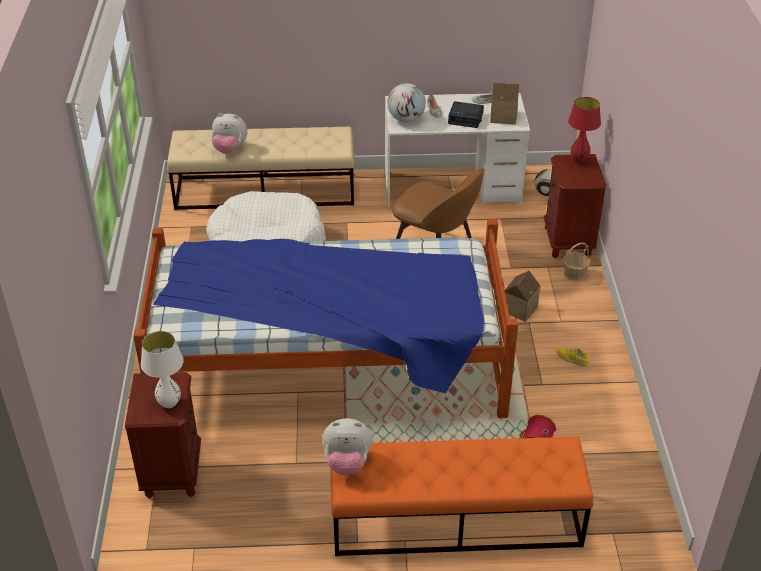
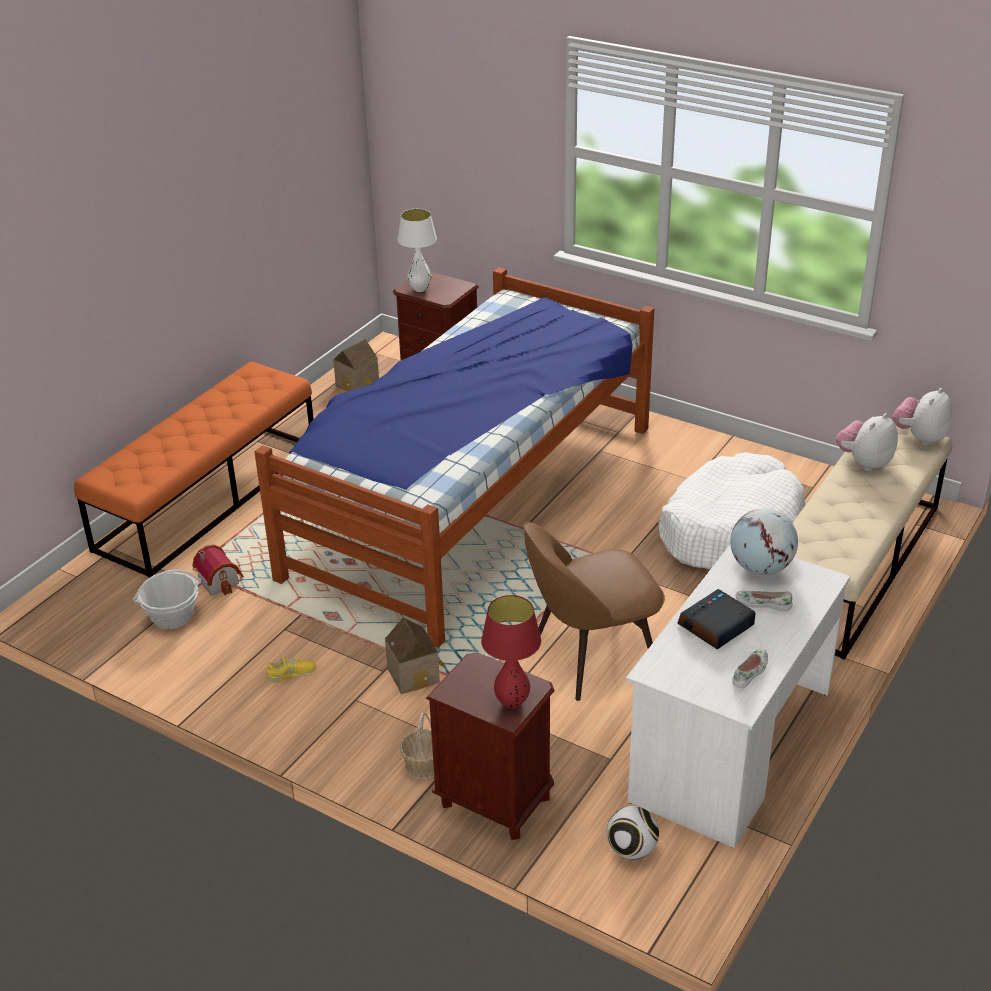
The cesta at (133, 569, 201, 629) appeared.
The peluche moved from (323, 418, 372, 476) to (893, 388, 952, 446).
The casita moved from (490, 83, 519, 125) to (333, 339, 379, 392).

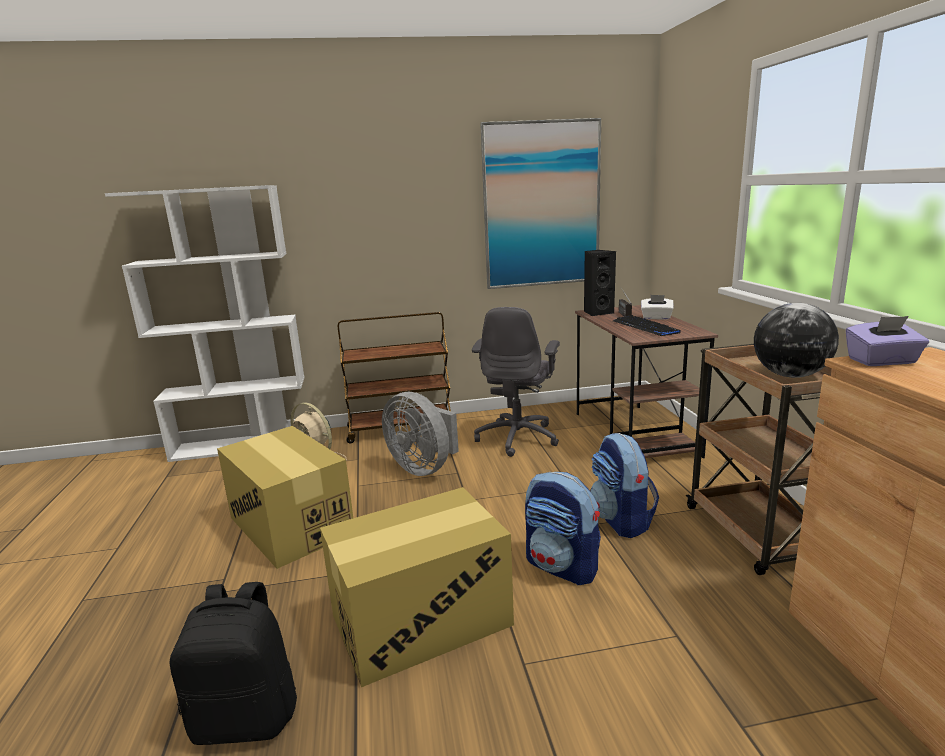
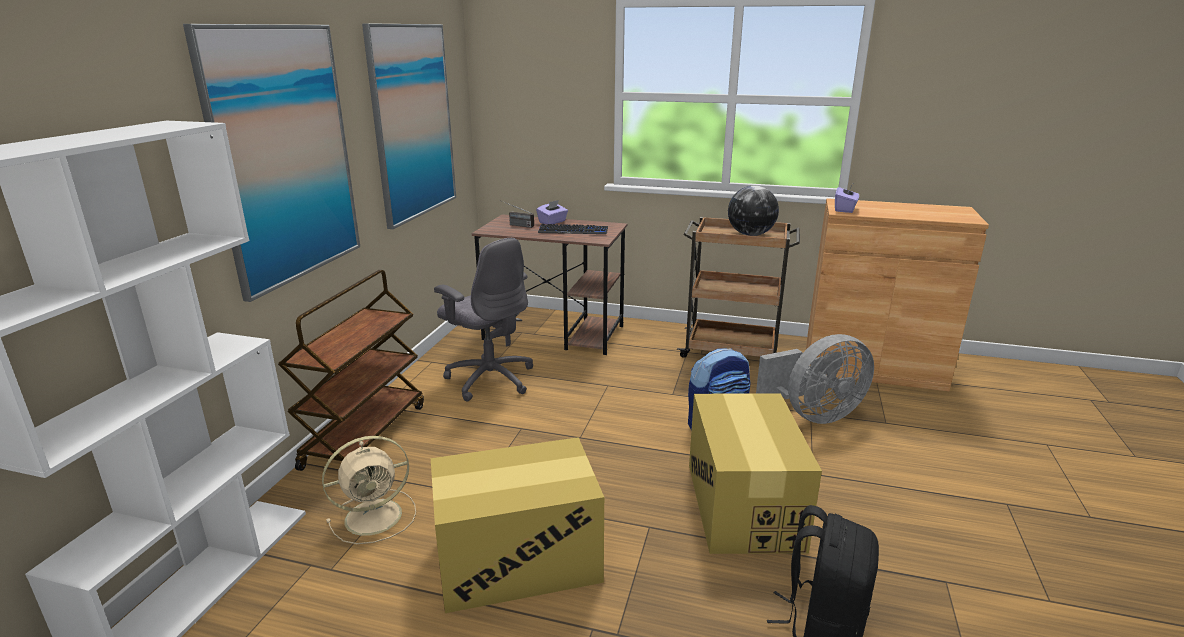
The altavoz [negro] at (584, 250, 616, 317) disappeared.
The mochila at (590, 433, 659, 538) disappeared.
The cuadro at (183, 24, 360, 302) appeared.
The ventilador [gris] moved from (382, 392, 459, 476) to (756, 334, 874, 424).
The caja de pañuelos [blanco] at (641, 295, 674, 320) became the caja de pañuelos [morado] at (536, 200, 568, 225).

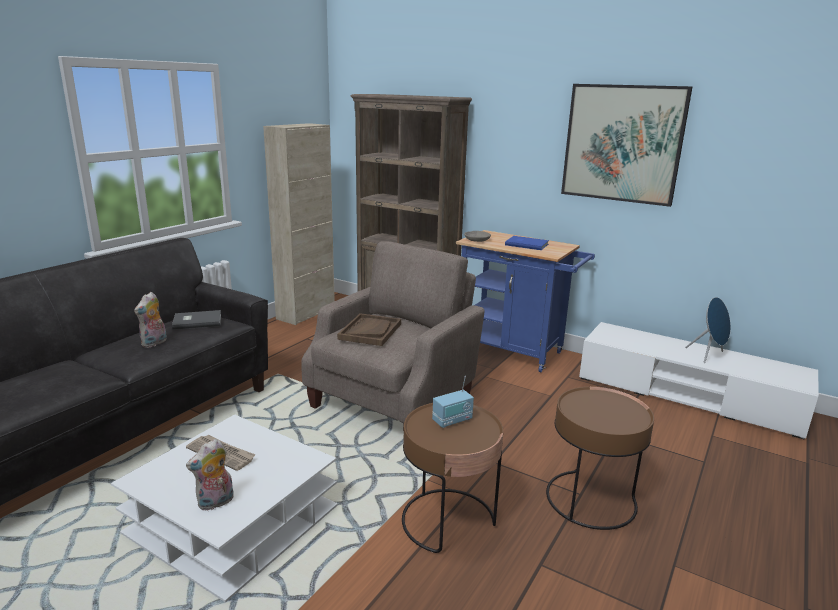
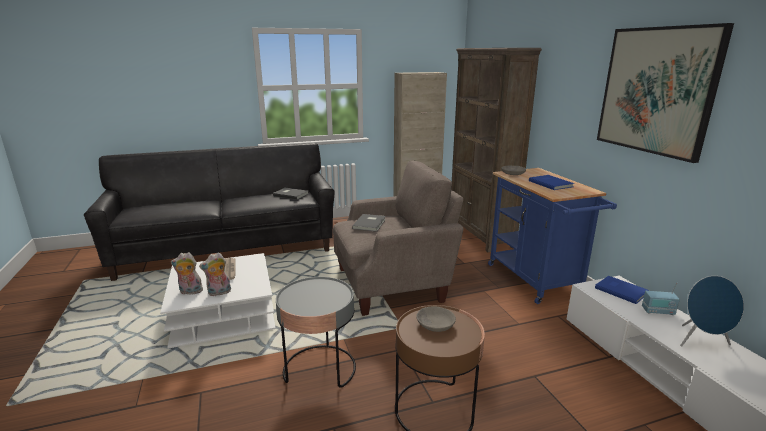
The cuenco [gris] at (416, 306, 456, 332) appeared.
The libro [azul] at (595, 276, 649, 304) appeared.
The peluche moved from (134, 292, 167, 348) to (199, 252, 231, 296).
The radio moved from (432, 376, 474, 428) to (642, 282, 680, 315).
The bandeja [marrón] at (337, 313, 401, 346) was replaced by the libro [gris] at (352, 214, 386, 232).
The mesa auxiliar [marrón] at (402, 403, 503, 553) became the mesa auxiliar [gris] at (276, 277, 356, 388).

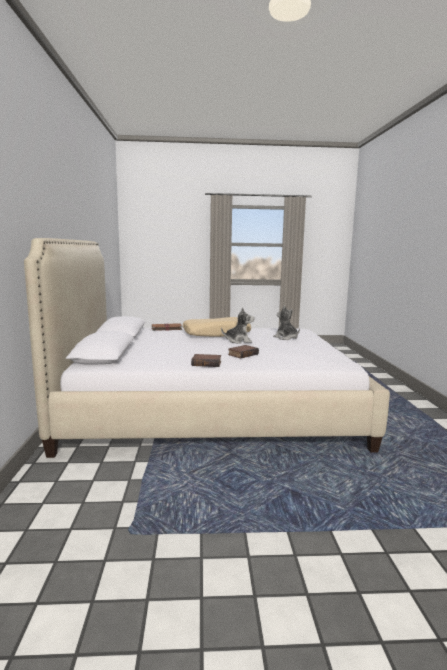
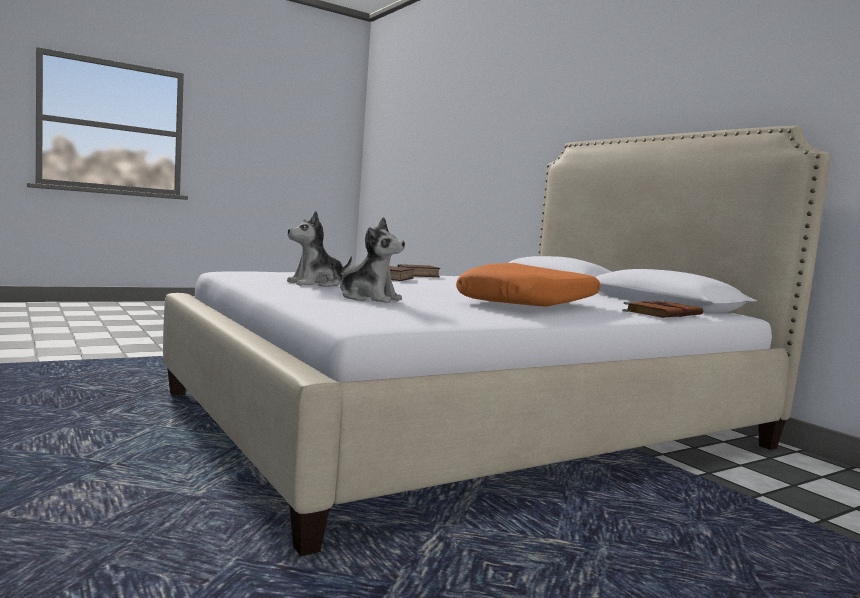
The peluche moved from (221, 307, 255, 344) to (287, 211, 352, 287).
The cojín [beis] at (183, 317, 251, 337) became the cojín [naranja] at (456, 263, 601, 306).

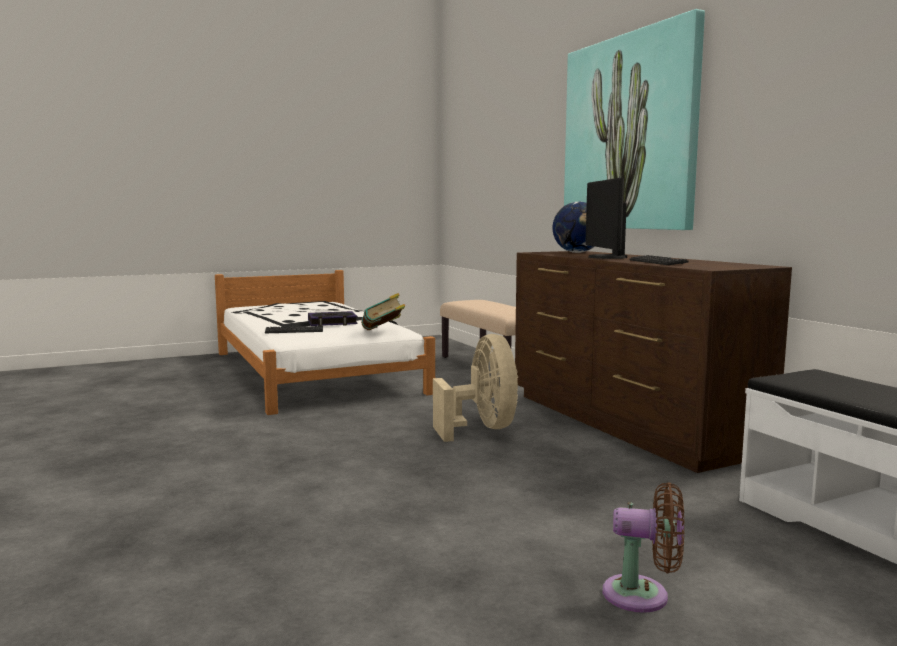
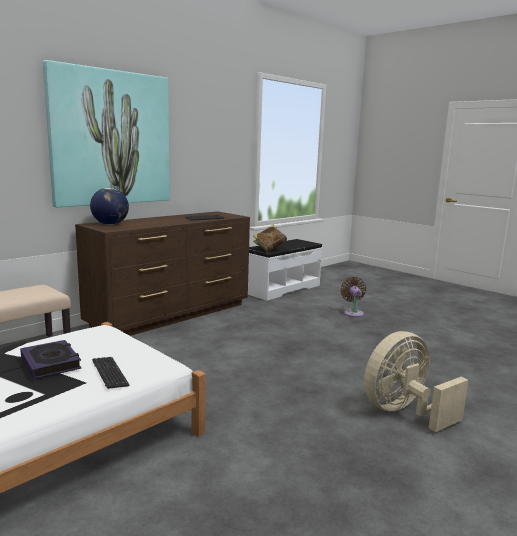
The monitor at (585, 178, 627, 259) disappeared.
The libro moved from (361, 293, 405, 330) to (253, 225, 287, 252).
The ventilador [beis] moved from (433, 334, 518, 442) to (364, 331, 468, 432).

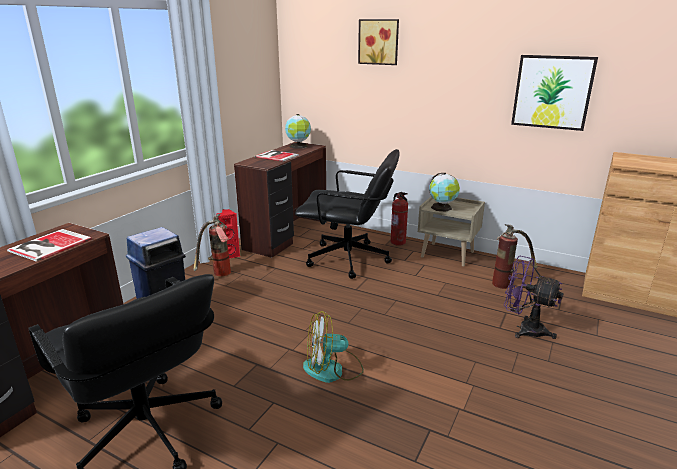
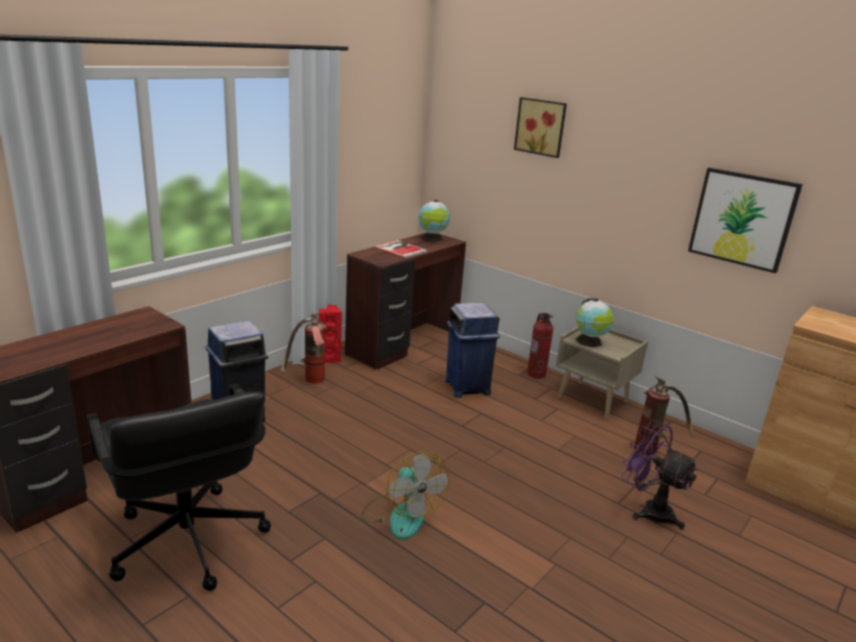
The libro at (7, 229, 92, 262) disappeared.
The silla de oficina [negro] at (295, 149, 400, 279) was replaced by the papelera [azul] at (445, 303, 500, 398).
The ventilador at (303, 311, 364, 383) turned 120 degrees counterclockwise.

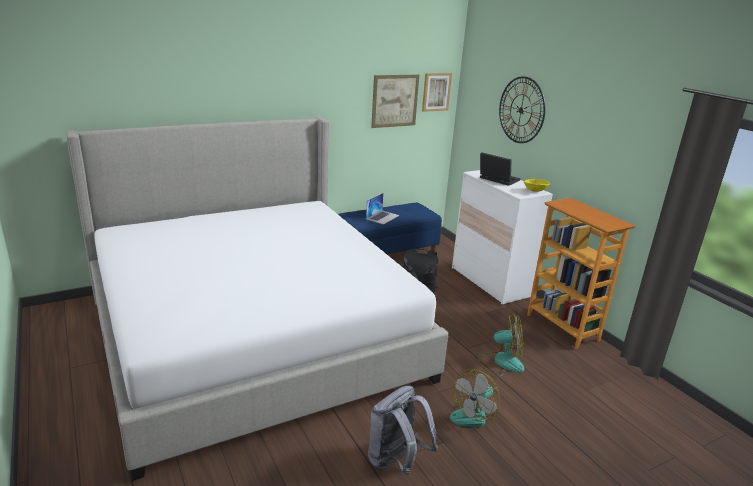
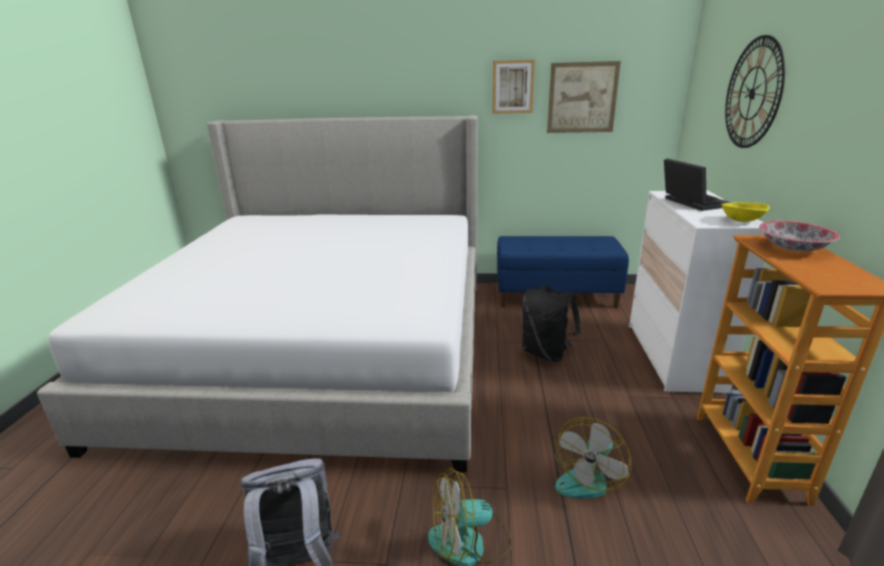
The portátil at (366, 193, 400, 224) disappeared.
The cuenco at (759, 221, 840, 251) appeared.
The cuadro moved from (422, 73, 452, 112) to (492, 60, 535, 114).
The ventilador at (478, 315, 524, 378) turned 90 degrees clockwise.

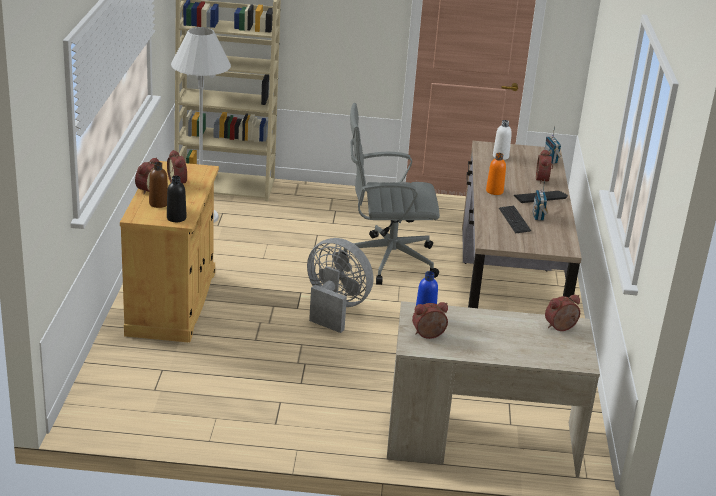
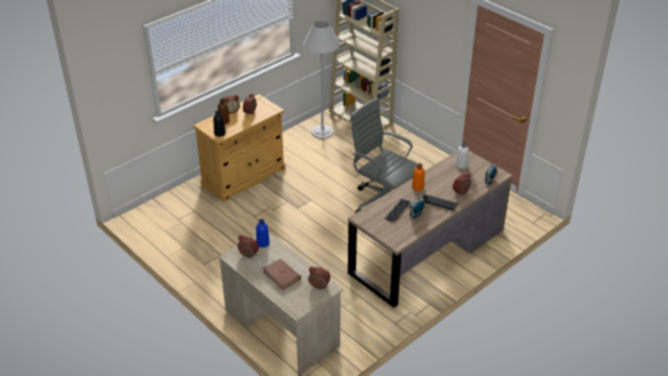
The ventilador [gris] at (307, 238, 373, 333) disappeared.
The libro [marrón] at (263, 258, 301, 290) appeared.

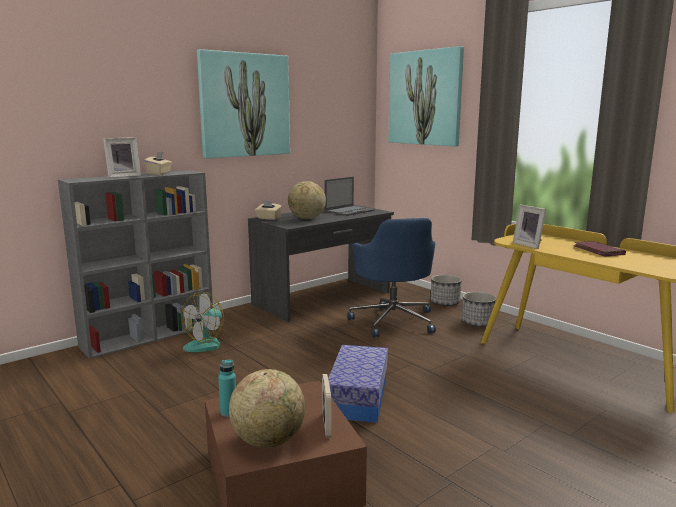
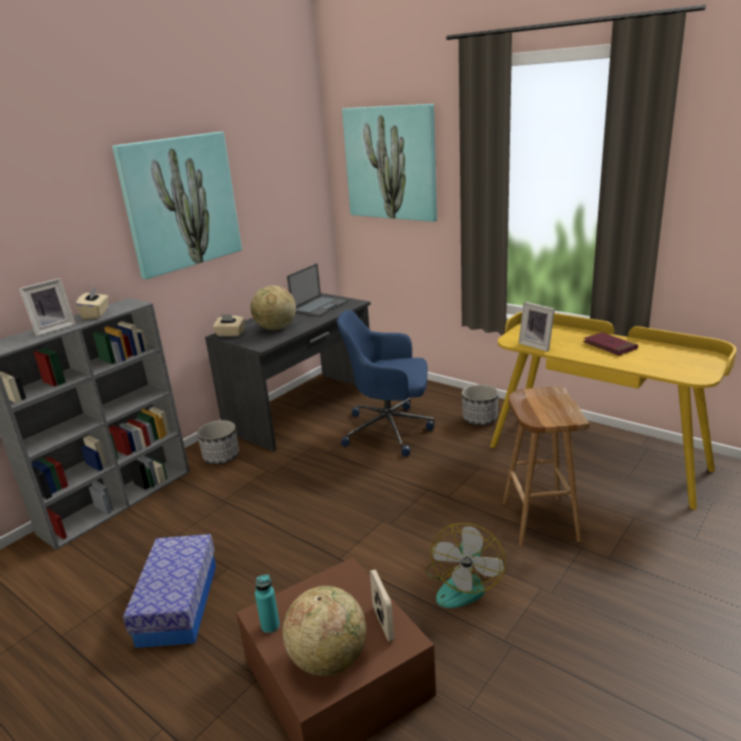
The taburete [marrón] at (503, 386, 590, 547) appeared.
The ventilador moved from (182, 292, 232, 352) to (425, 523, 506, 608).
The caja de almacenaje moved from (328, 345, 388, 423) to (123, 534, 216, 648).
The maceta moved from (431, 275, 462, 306) to (197, 420, 239, 464).
The silla de oficina [azul] at (347, 218, 436, 337) turned 120 degrees clockwise.

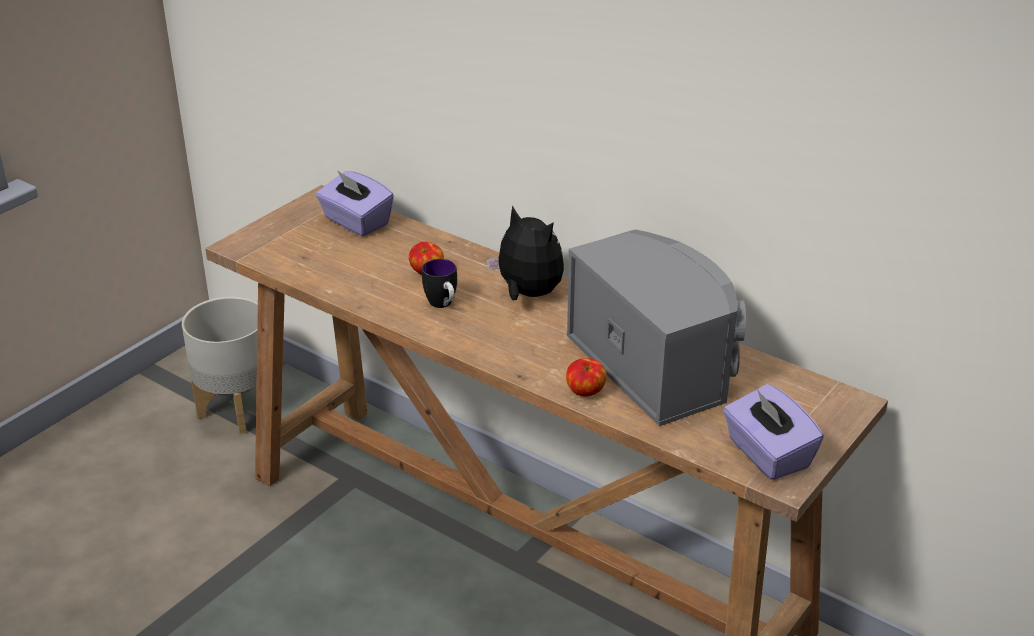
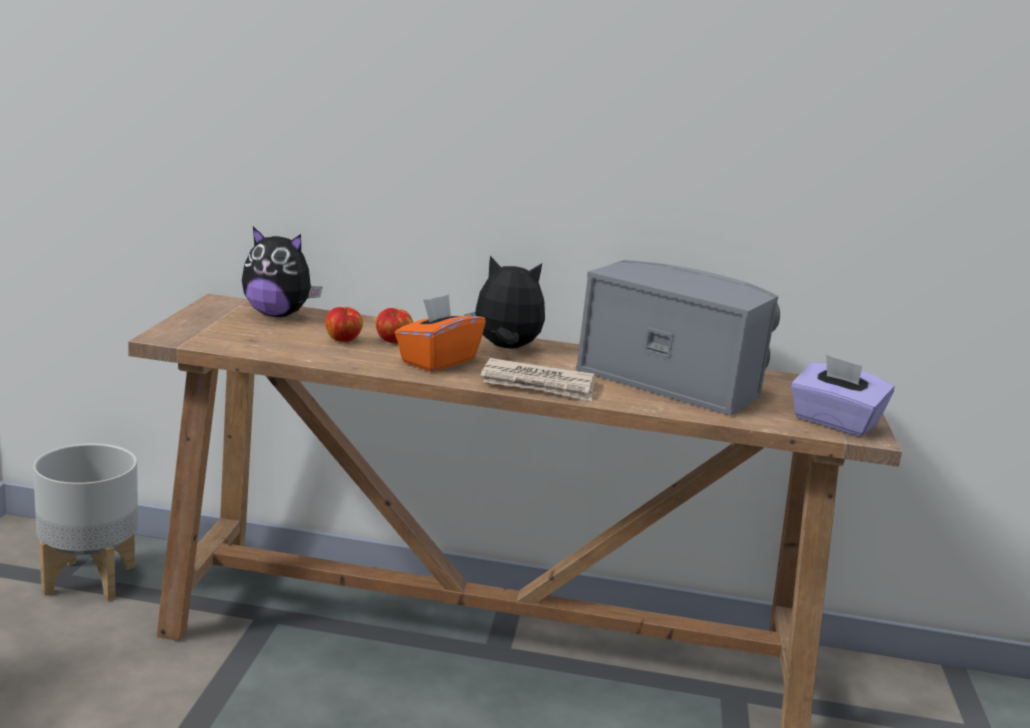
The periódico at (480, 358, 594, 401) appeared.
The manzana moved from (566, 358, 606, 397) to (325, 307, 363, 342).
The caja de pañuelos [morado] at (316, 170, 394, 236) was replaced by the peluche at (242, 227, 322, 317).
The taza grande at (422, 259, 457, 308) was replaced by the caja de pañuelos [naranja] at (395, 294, 486, 372).

